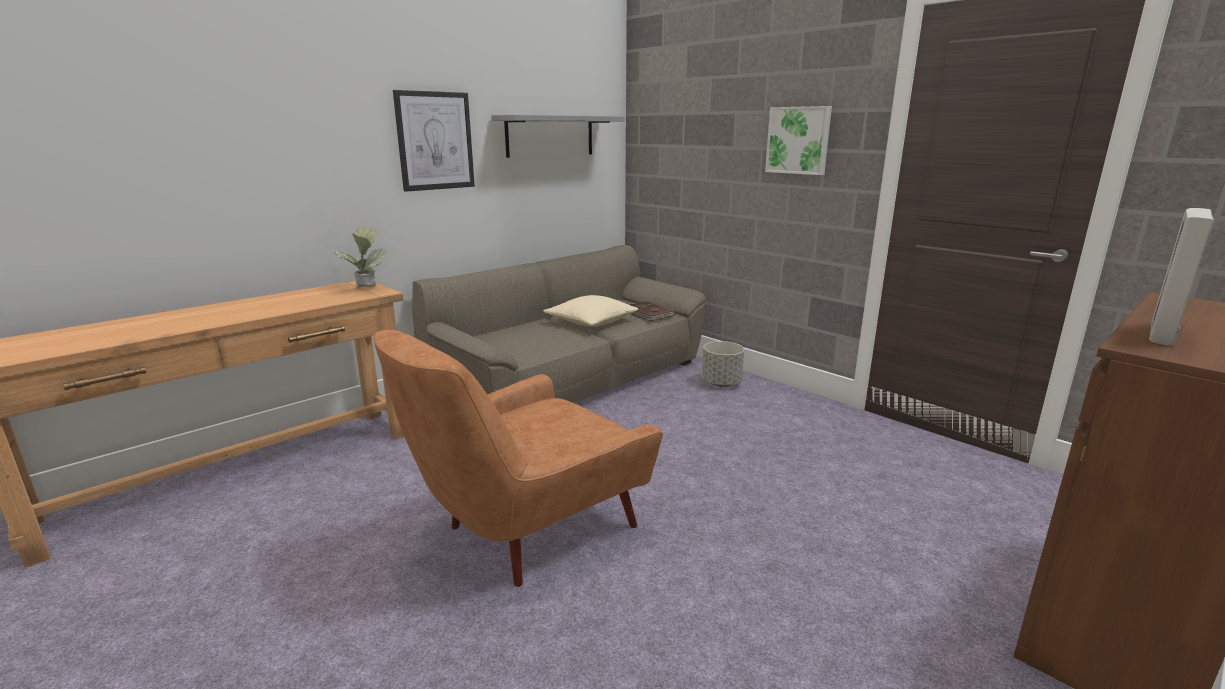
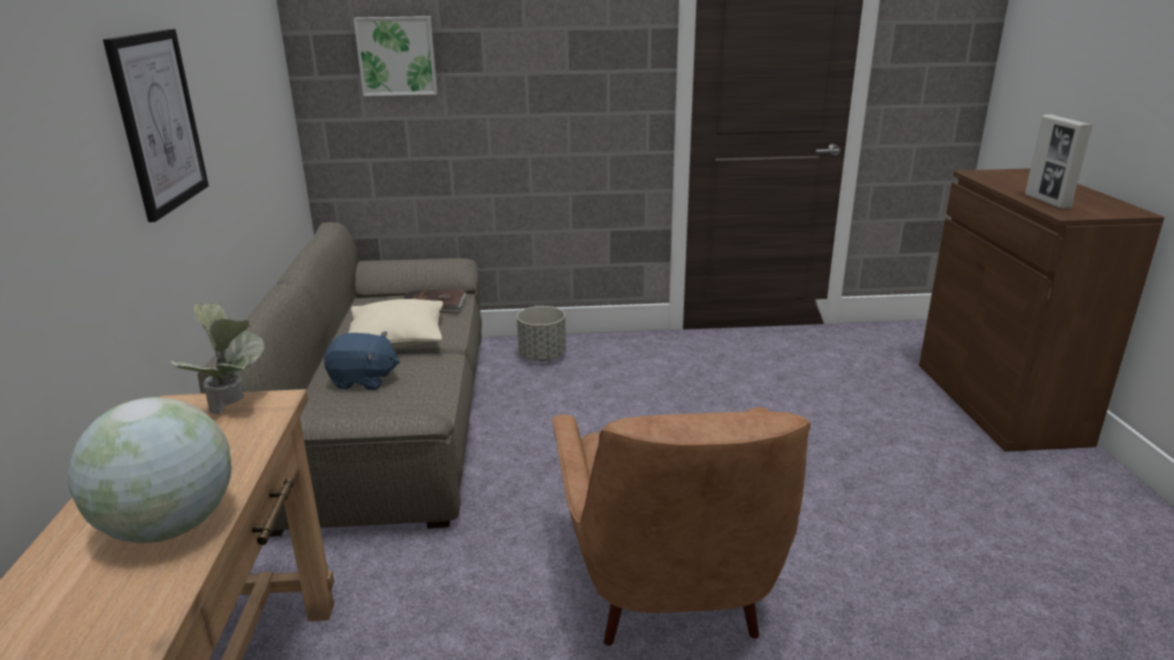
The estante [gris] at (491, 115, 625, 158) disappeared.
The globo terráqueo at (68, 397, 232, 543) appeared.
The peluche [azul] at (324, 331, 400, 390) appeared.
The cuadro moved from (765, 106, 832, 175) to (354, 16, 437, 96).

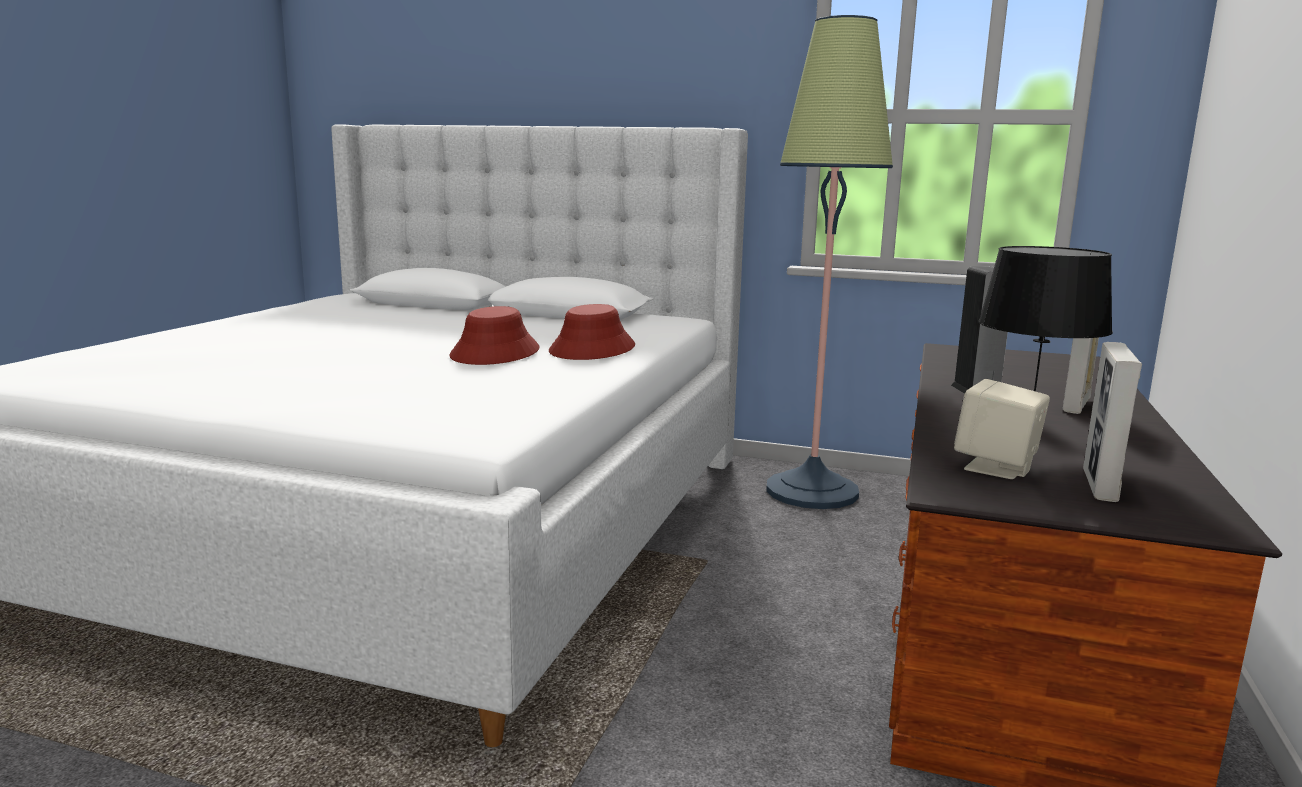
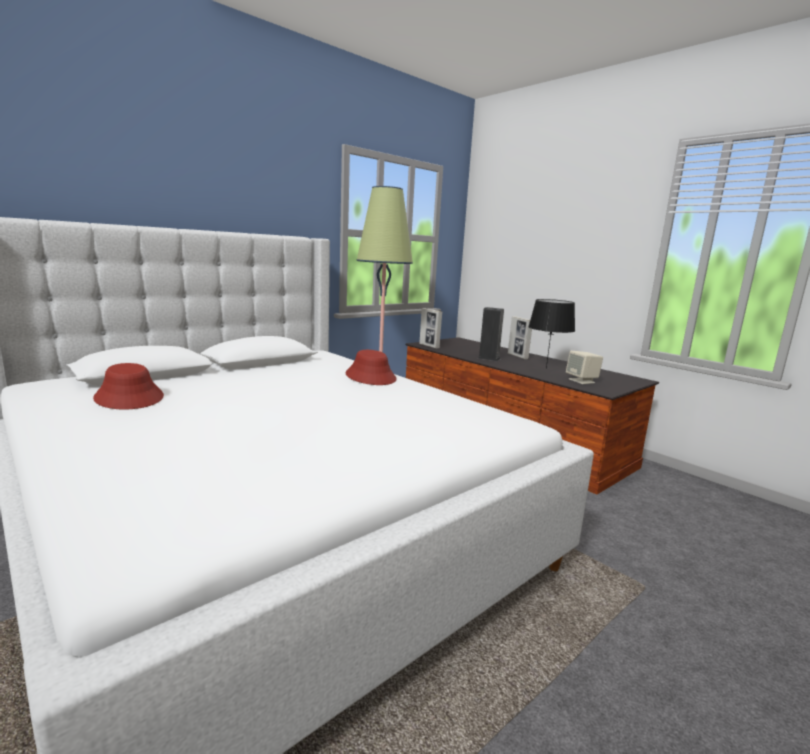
The sombrero [rojo] moved from (449, 306, 540, 365) to (93, 363, 164, 410).
The portarretratos moved from (1083, 342, 1142, 502) to (419, 308, 442, 349).

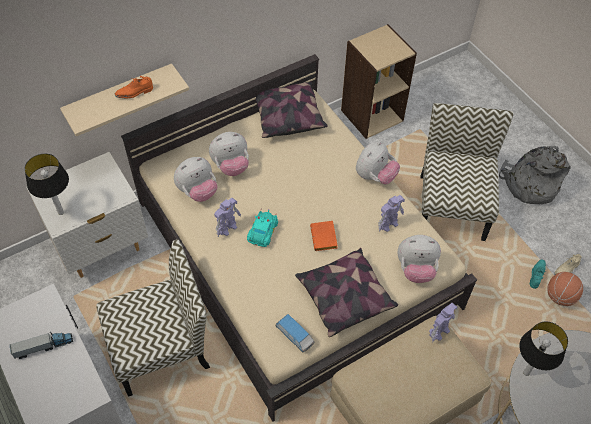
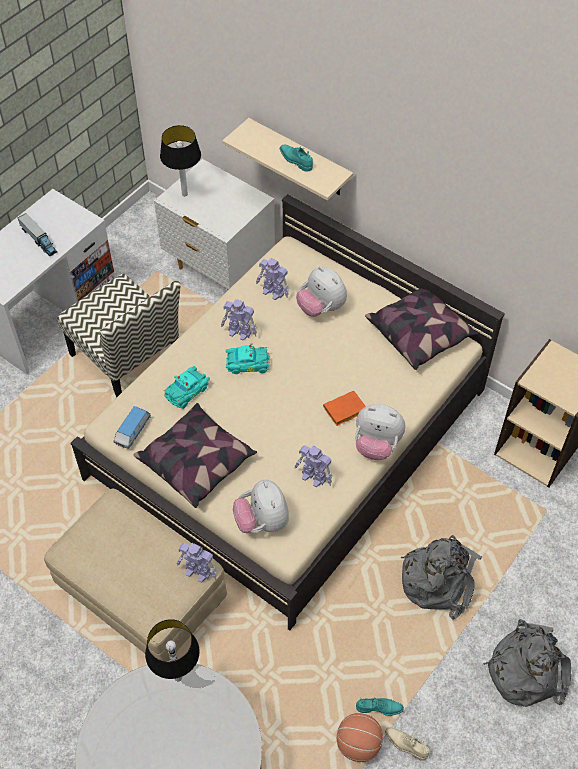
The coche de juguete [turquesa] at (164, 366, 210, 409) appeared.
The libro [naranja] moved from (310, 221, 338, 251) to (323, 391, 366, 426).
The peluche at (174, 157, 217, 202) was replaced by the robot de juguete at (256, 258, 289, 300).
The silla at (421, 103, 514, 241) was replaced by the mochila [gris] at (401, 535, 482, 619).
The zapato [naranja] at (115, 76, 153, 98) became the zapato [turquesa] at (280, 144, 313, 172).

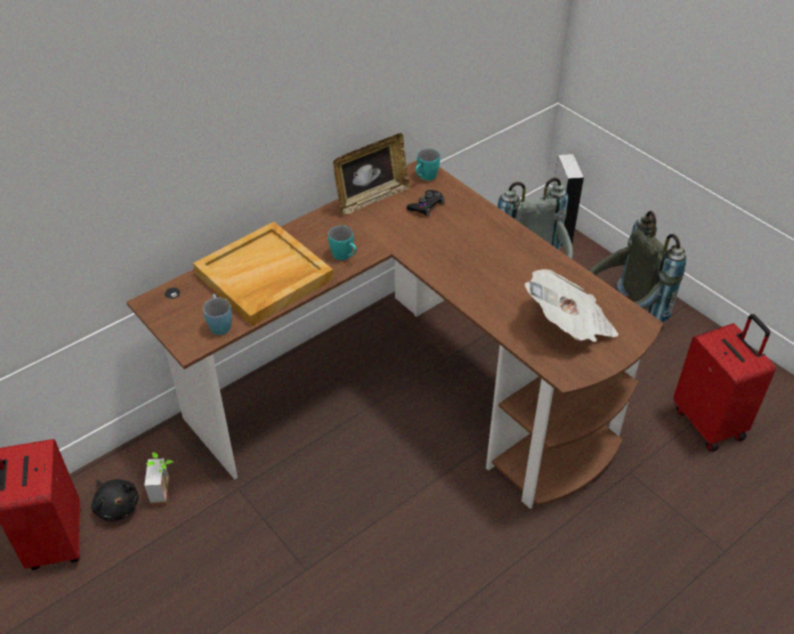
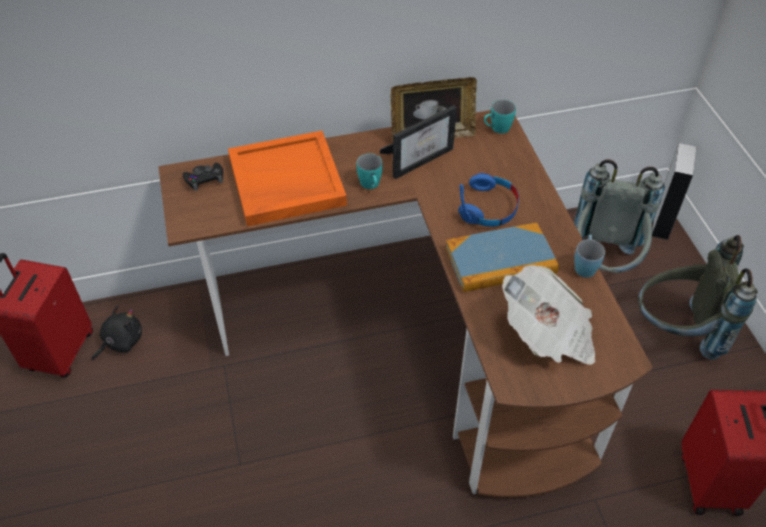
The planta en maceta at (144, 452, 173, 507) disappeared.
The portarretratos at (379, 105, 457, 179) appeared.
The libro at (446, 223, 559, 292) appeared.
The auriculares [azul] at (458, 173, 519, 227) appeared.
The taza grande [azul] moved from (203, 294, 232, 335) to (574, 234, 605, 278).
The mando de consola [negro] moved from (407, 190, 445, 216) to (183, 163, 223, 191).
The bandeja [beis] at (193, 222, 334, 326) became the bandeja [naranja] at (228, 131, 347, 226).
The peluche [negro] at (91, 479, 139, 522) turned 120 degrees counterclockwise.

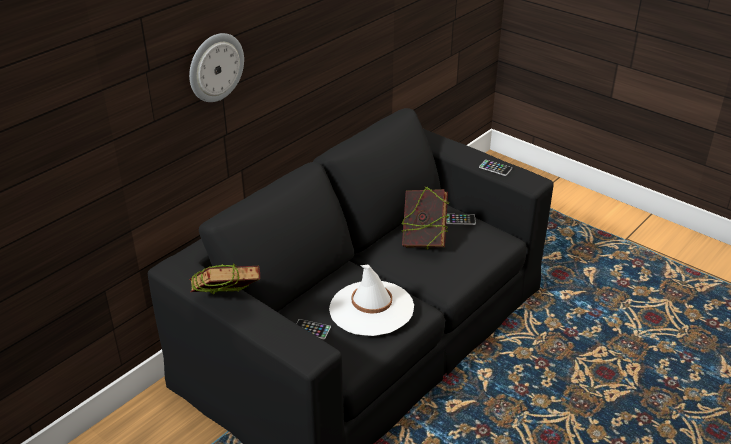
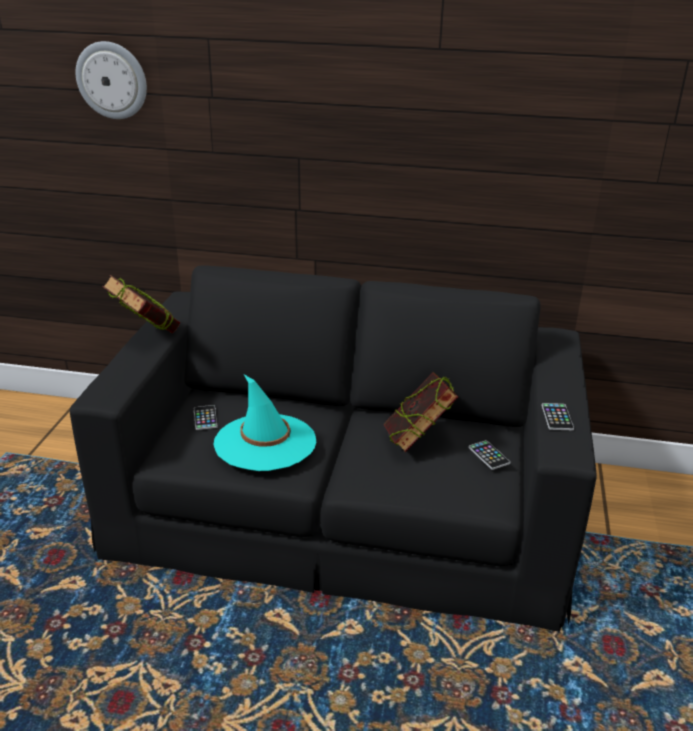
The reloj de pared moved from (189, 33, 244, 102) to (76, 41, 147, 119).
The sombrero [blanco] at (329, 265, 414, 336) became the sombrero [turquesa] at (213, 375, 316, 471).

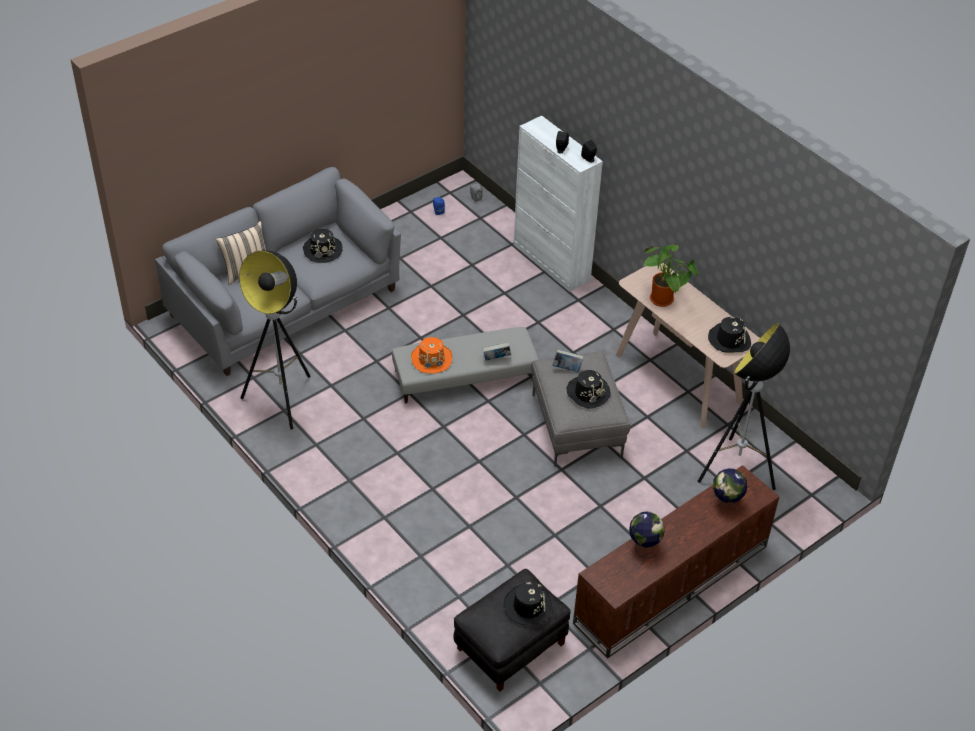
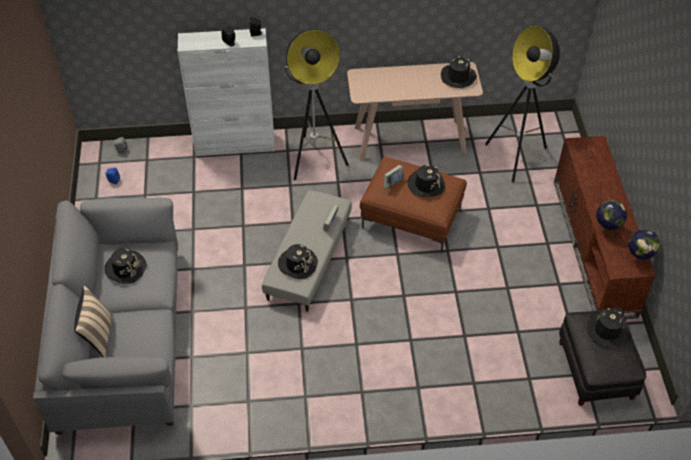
The planta en maceta at (643, 245, 698, 307) disappeared.
The lámpara de pie moved from (239, 250, 311, 430) to (284, 29, 349, 180).
The globo terráqueo moved from (713, 469, 747, 508) to (626, 229, 660, 264).
The sombrero [naranja] at (411, 337, 452, 374) became the sombrero [negro] at (278, 244, 318, 279).
The puf [gris] at (531, 352, 630, 467) became the puf [marrón] at (360, 157, 467, 253).

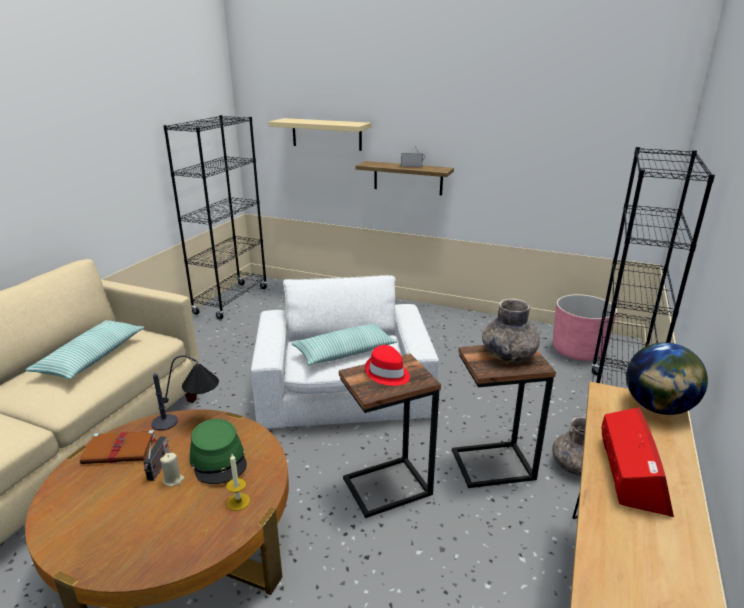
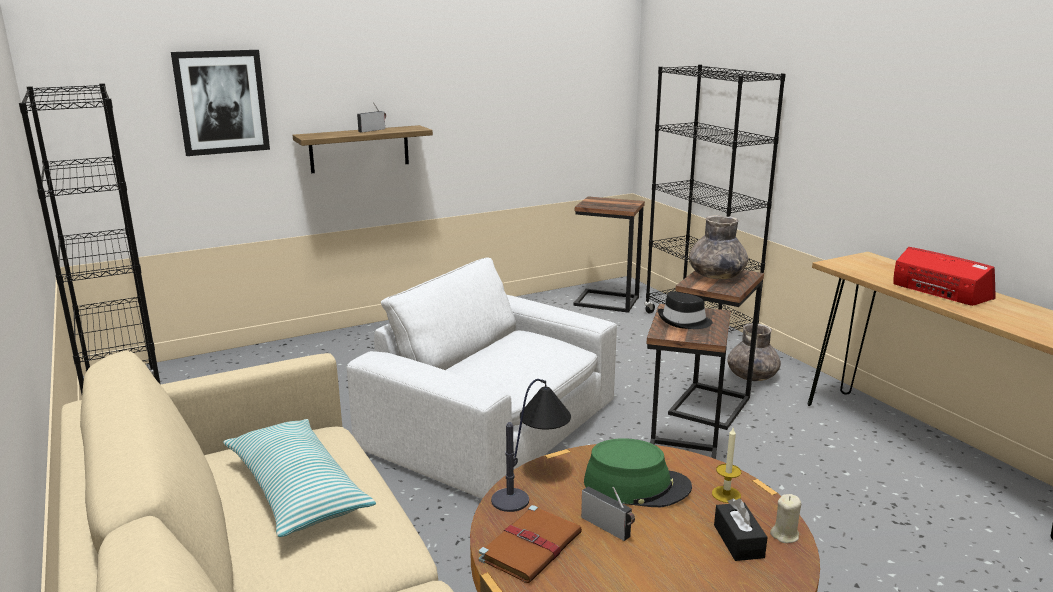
The cojín at (292, 323, 397, 365) disappeared.
The globo terráqueo at (626, 342, 708, 415) disappeared.
The caja de pañuelos [negro] at (714, 498, 768, 561) appeared.
The vela [beis] moved from (160, 453, 185, 487) to (770, 494, 801, 543).
The estante [beis] at (269, 118, 371, 151) was replaced by the cuadro at (171, 50, 270, 156).
The maceta [rosa] at (553, 294, 617, 361) was replaced by the mesa auxiliar at (573, 196, 645, 313).
The sombrero [rojo] at (365, 345, 410, 386) became the sombrero [negro] at (658, 292, 713, 329).

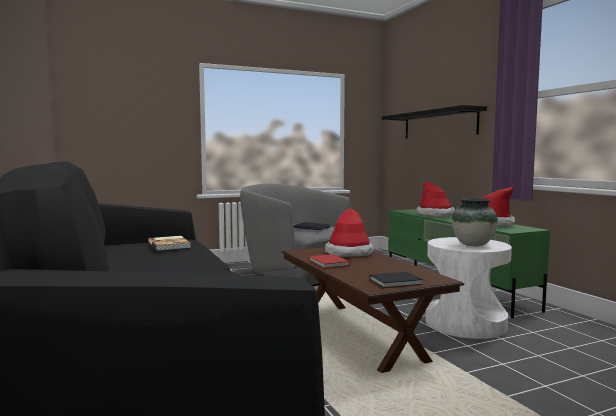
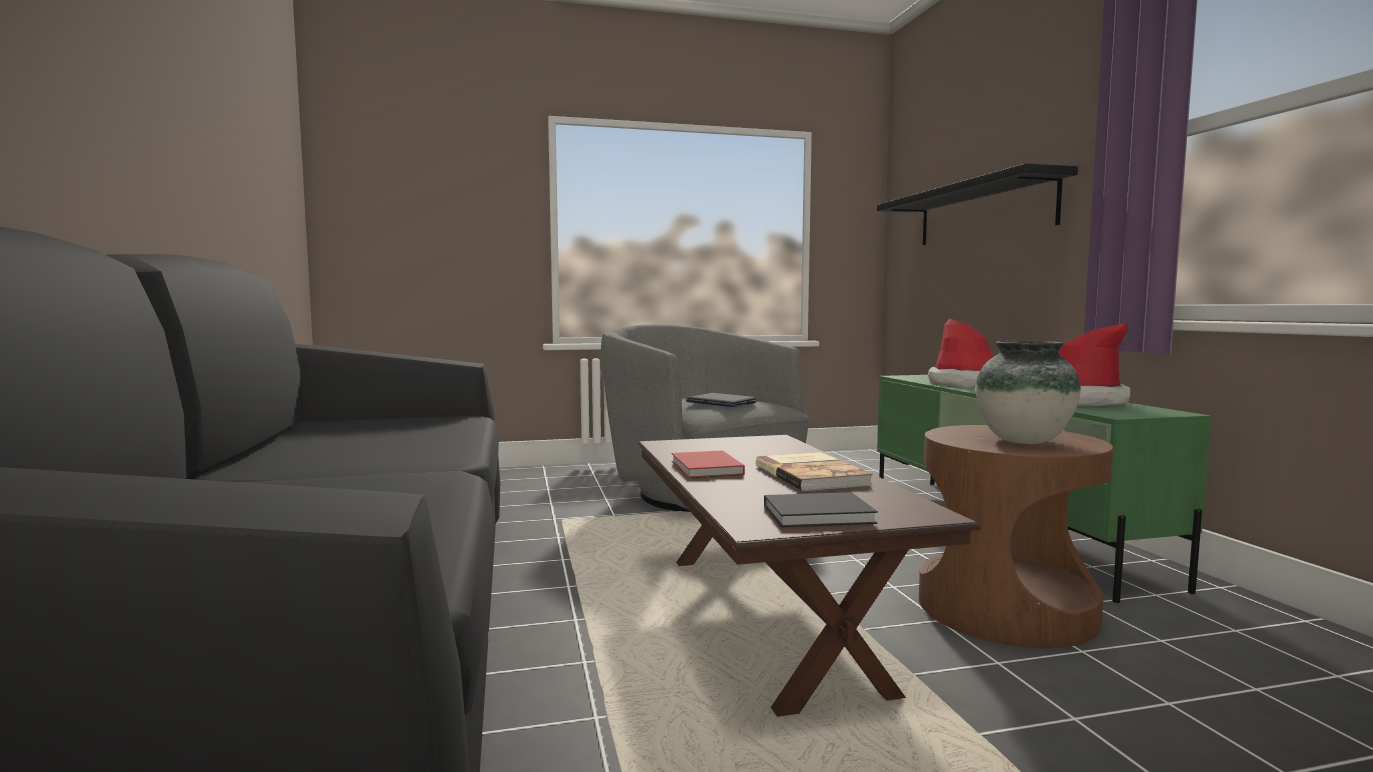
The sombrero at (325, 208, 374, 257) disappeared.
The libro moved from (148, 236, 191, 251) to (756, 452, 873, 491).
The mesa auxiliar [blanco] at (426, 237, 512, 339) became the mesa auxiliar [marrón] at (919, 425, 1113, 648).

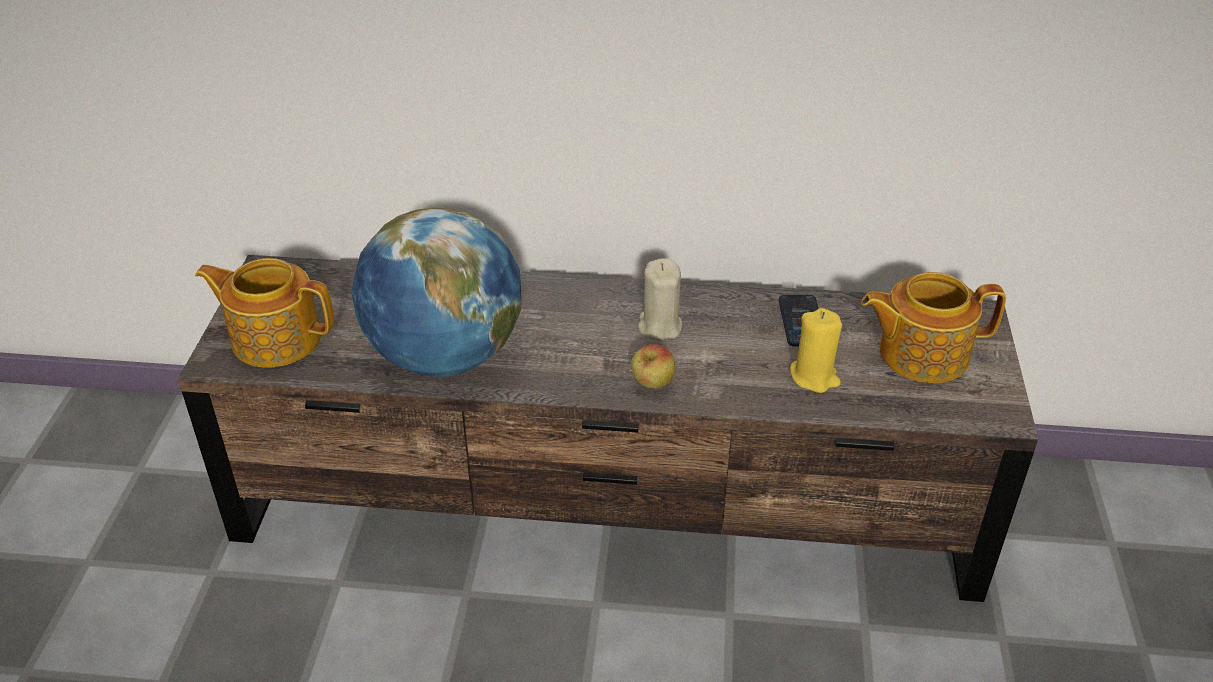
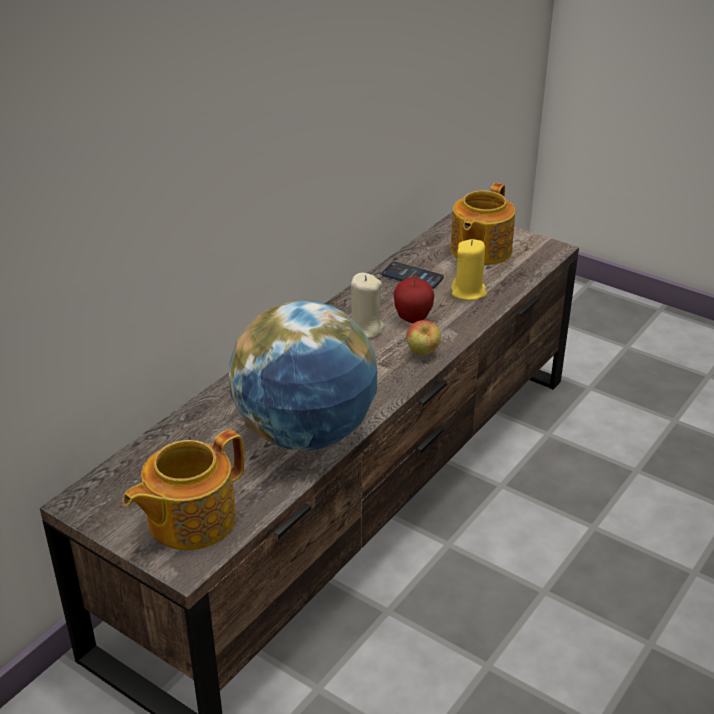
The manzana at (393, 277, 434, 323) appeared.

